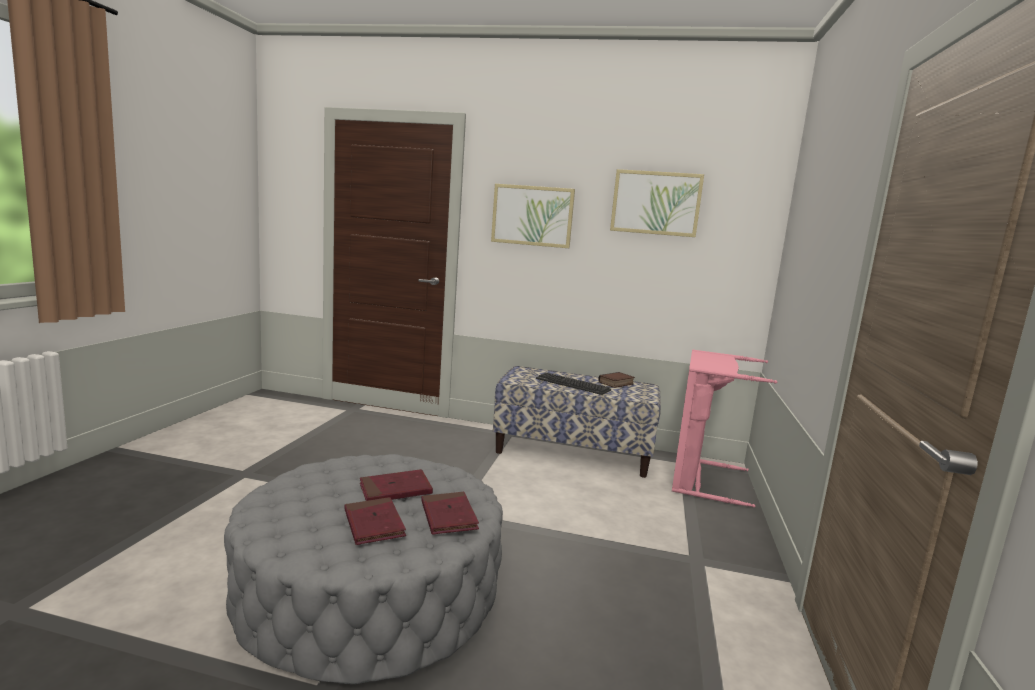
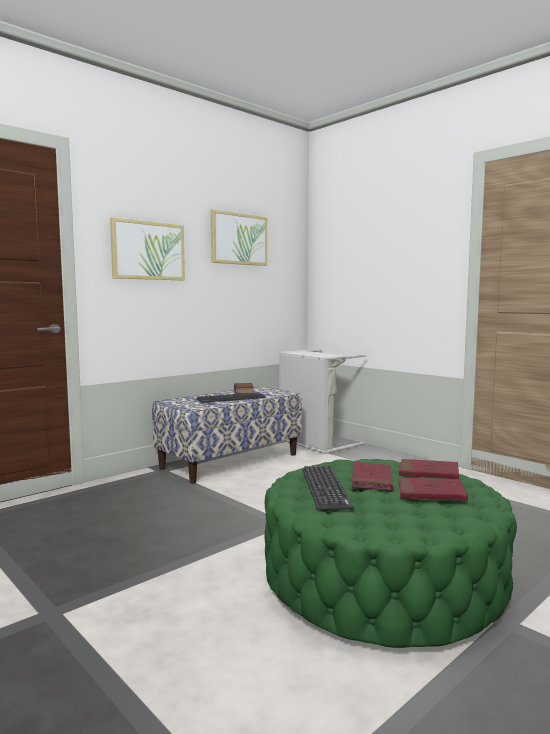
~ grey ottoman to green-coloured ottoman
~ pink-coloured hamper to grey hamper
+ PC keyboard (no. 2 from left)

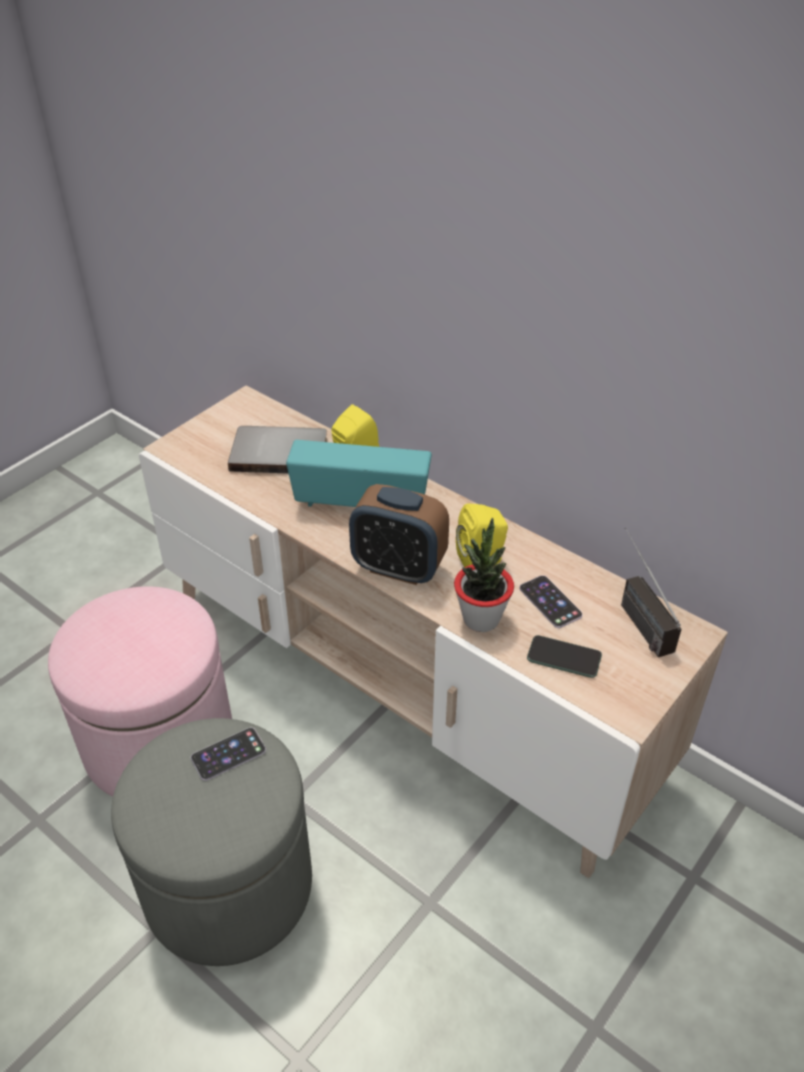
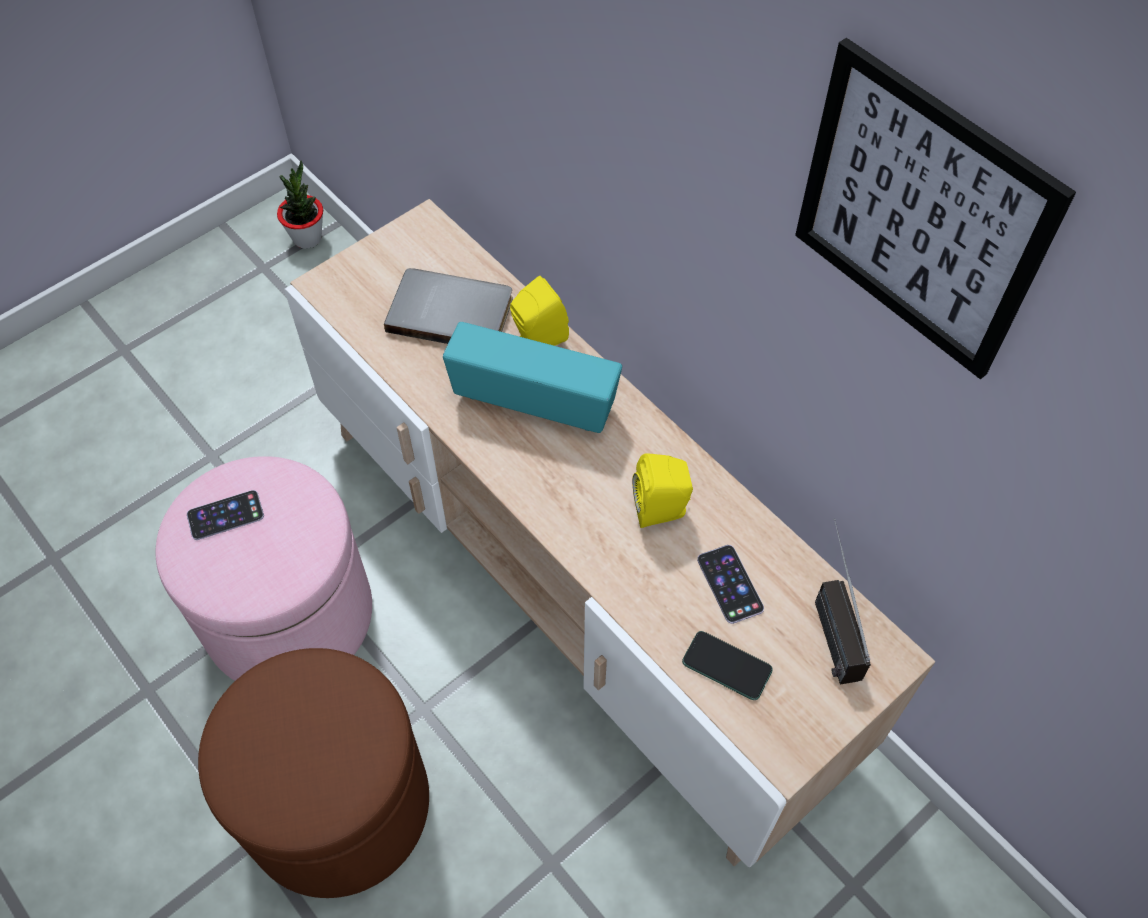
~ handset (no. 1 from left)
~ grey ottoman to brown-coloured ottoman
~ potted plant
+ wall picture
- alarm clock

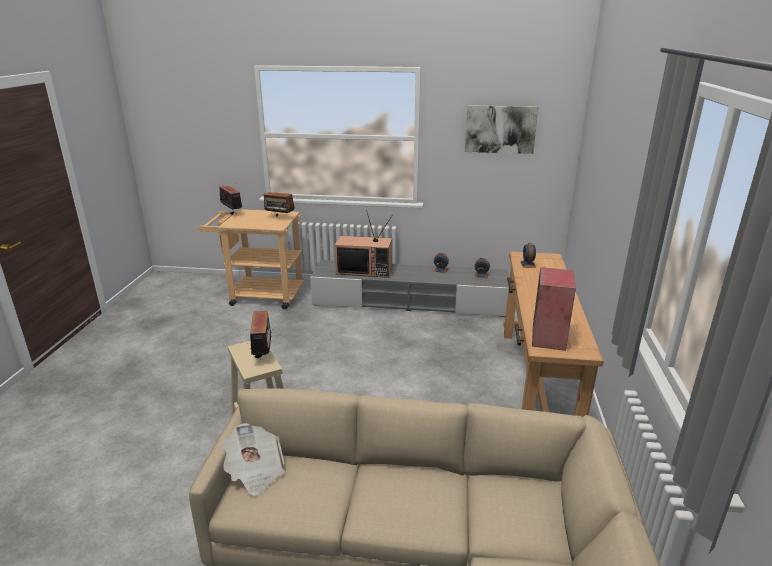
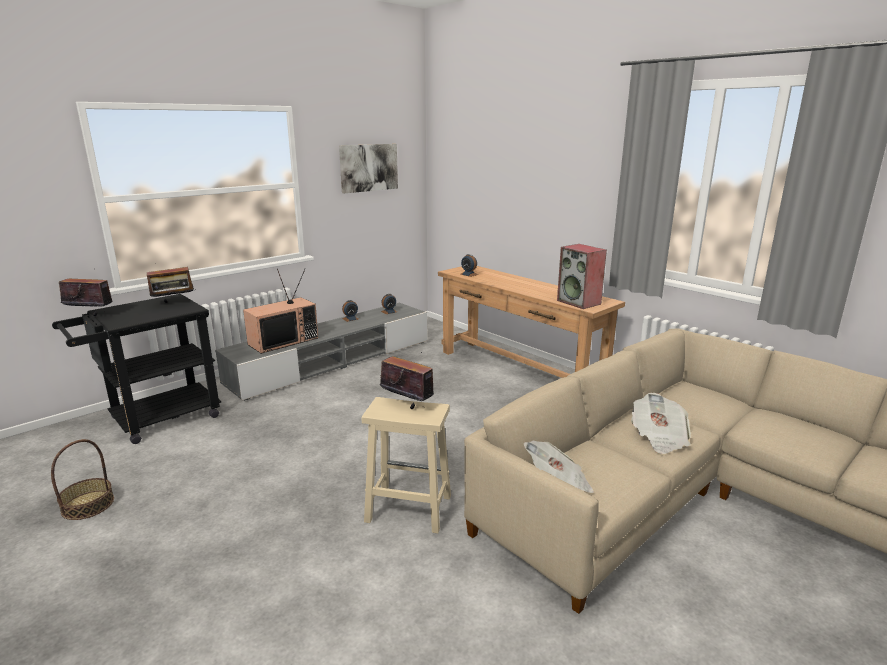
+ storage basket
~ beige-coloured cart to blackish cart
+ printed paper (no. 2 from left)

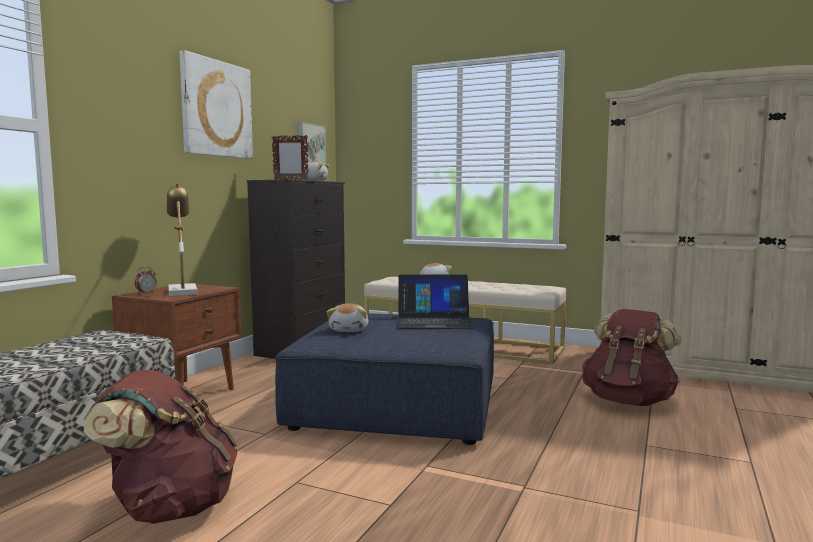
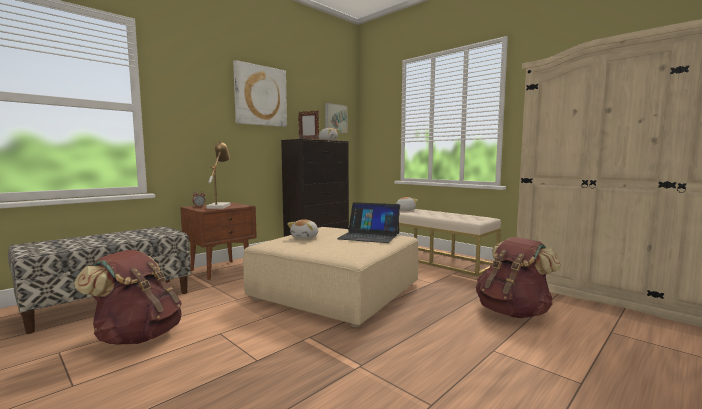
~ bluish ottoman to beige-coloured ottoman

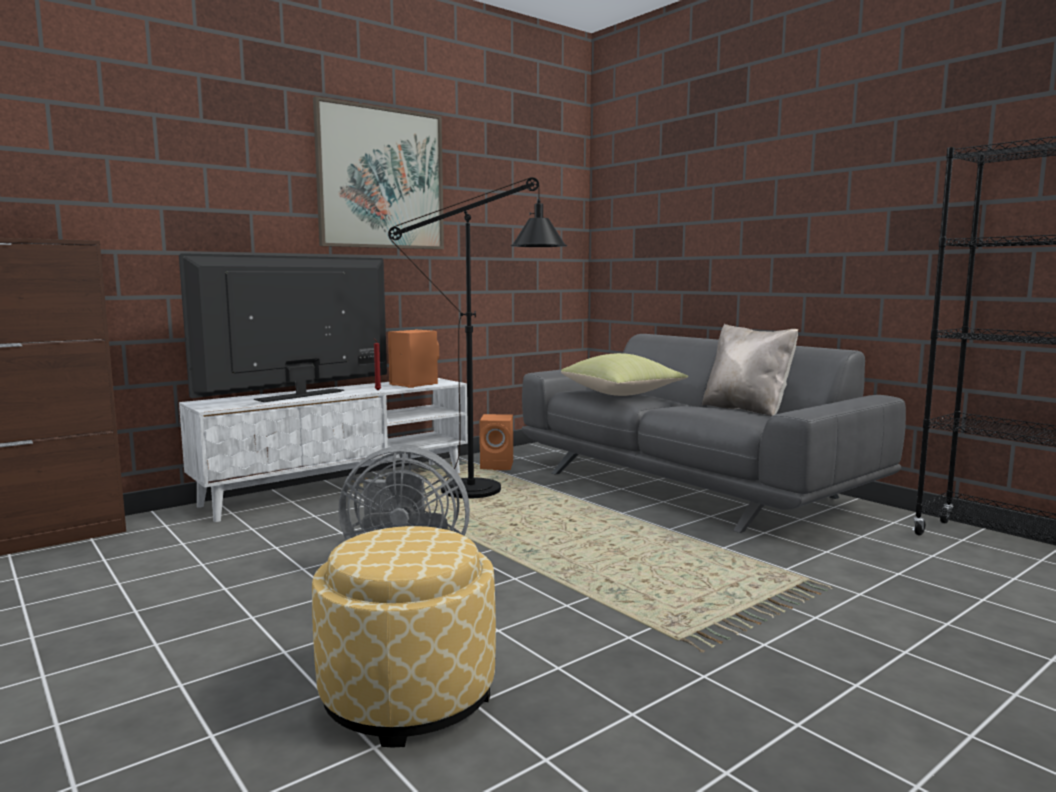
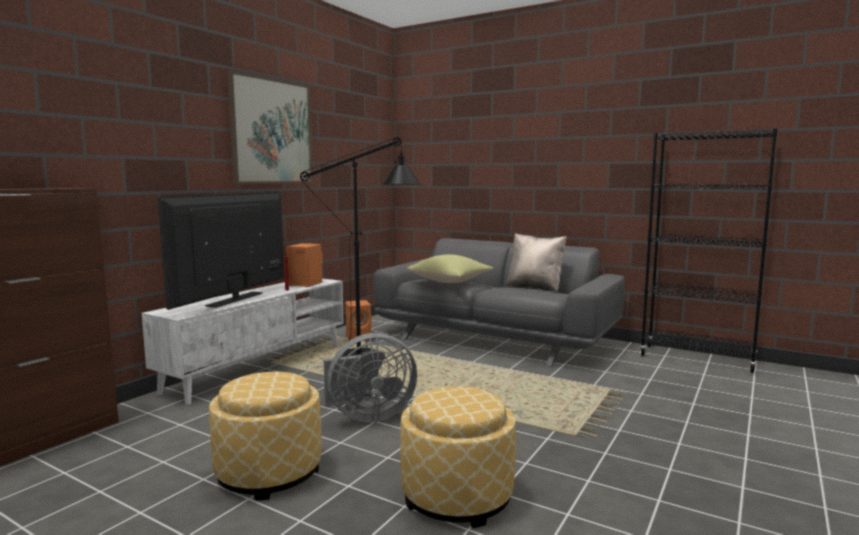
+ ottoman (no. 1 from left)

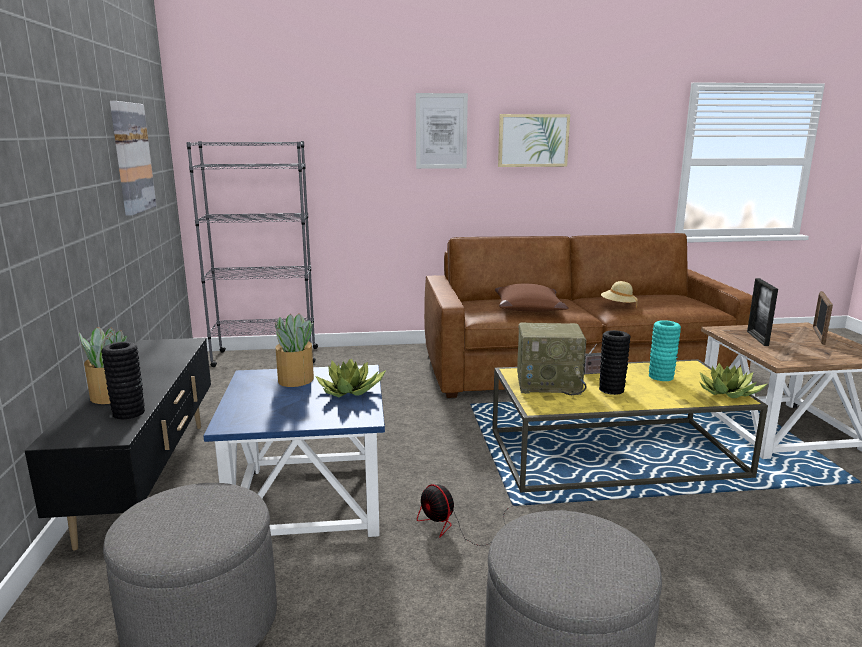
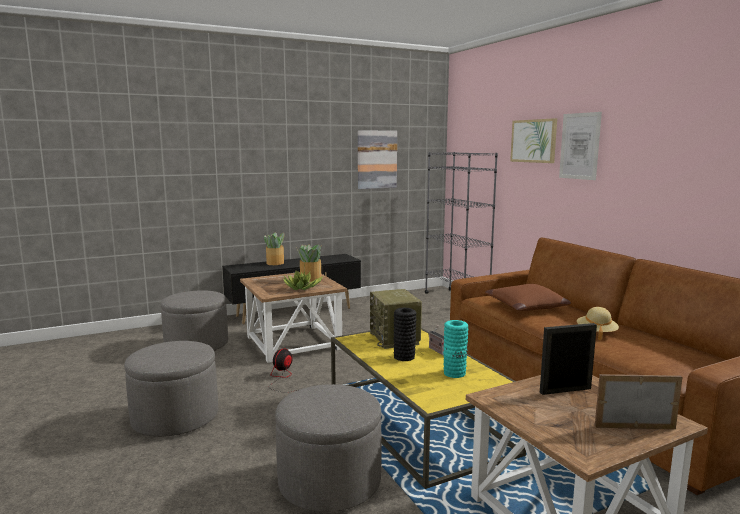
~ bluish accent table to brown-coloured accent table (no. 1 from left)
+ grey ottoman (no. 3 from left)
~ wall picture (no. 3 from left in the first image) to wall picture (no. 2 from left)
- blackish vase (no. 1 from left)
- potted plant (no. 4 from left)

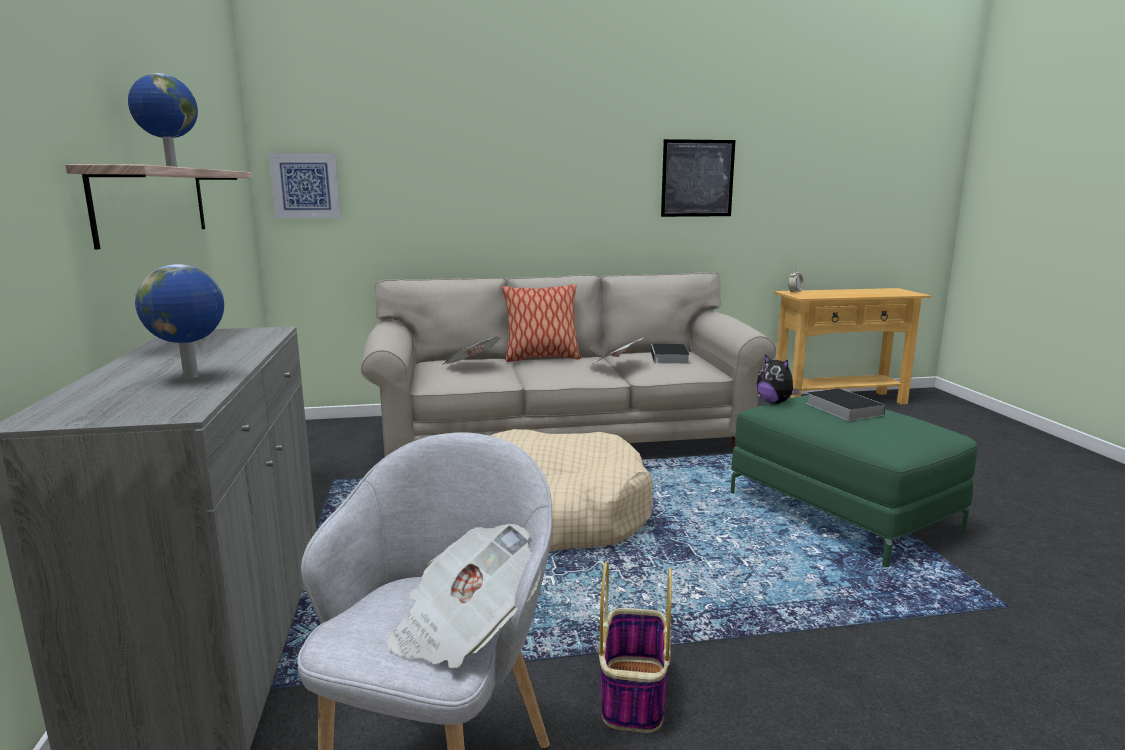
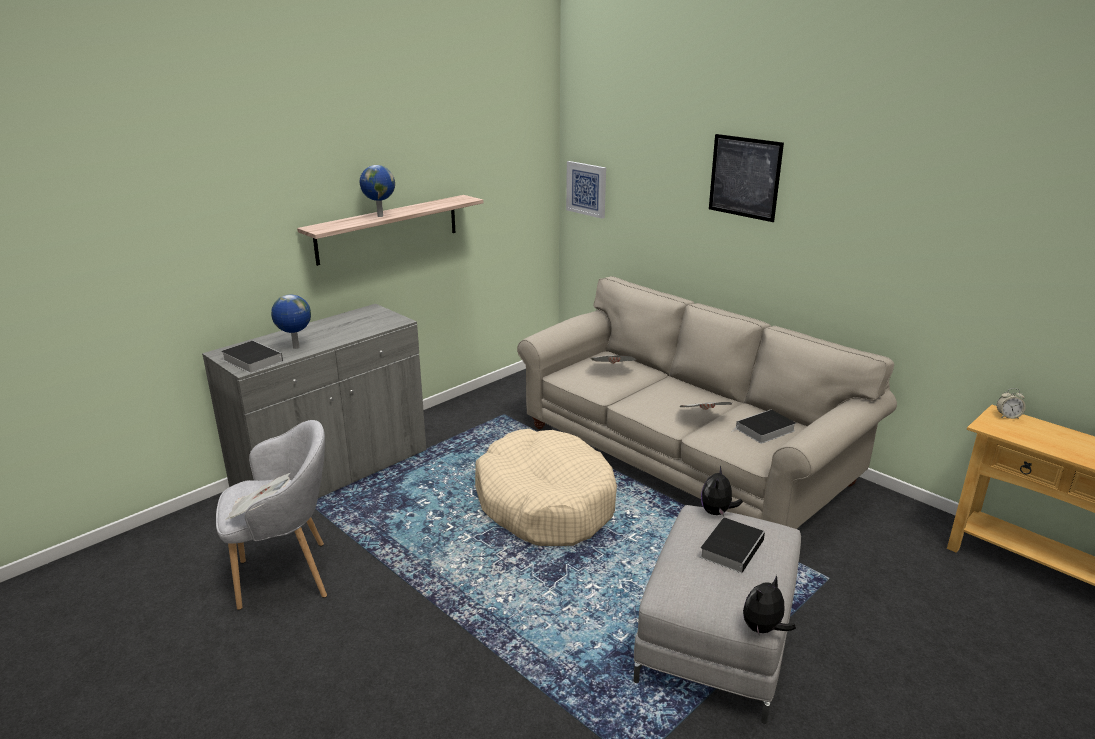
+ bound book (no. 1 from left)
~ green-coloured ottoman to grey ottoman
~ wall picture (no. 2 from left)
+ soft toy (no. 2 from left)
- cushion
- storage basket

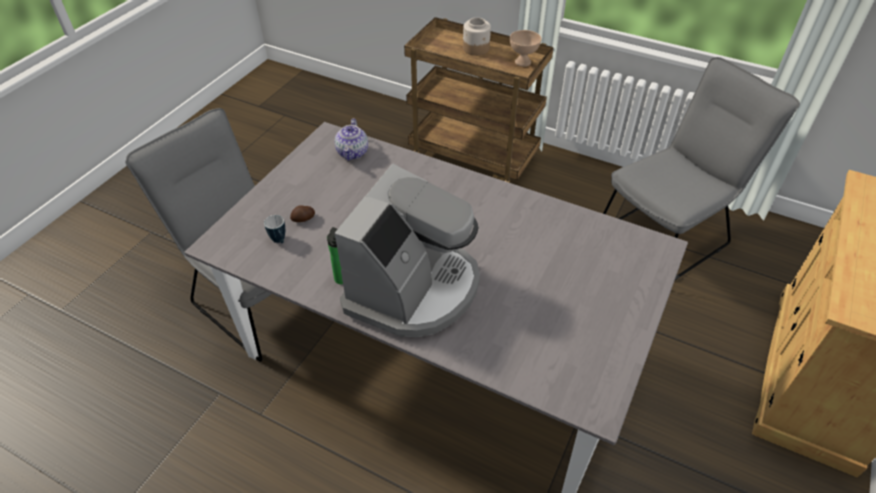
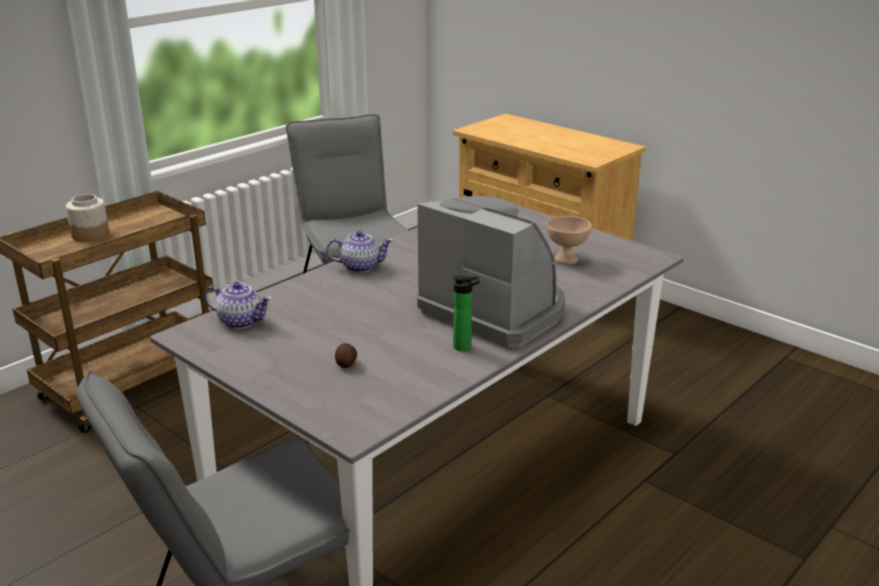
+ tea pot (no. 2 from left)
~ beige-coloured bowl
- mug

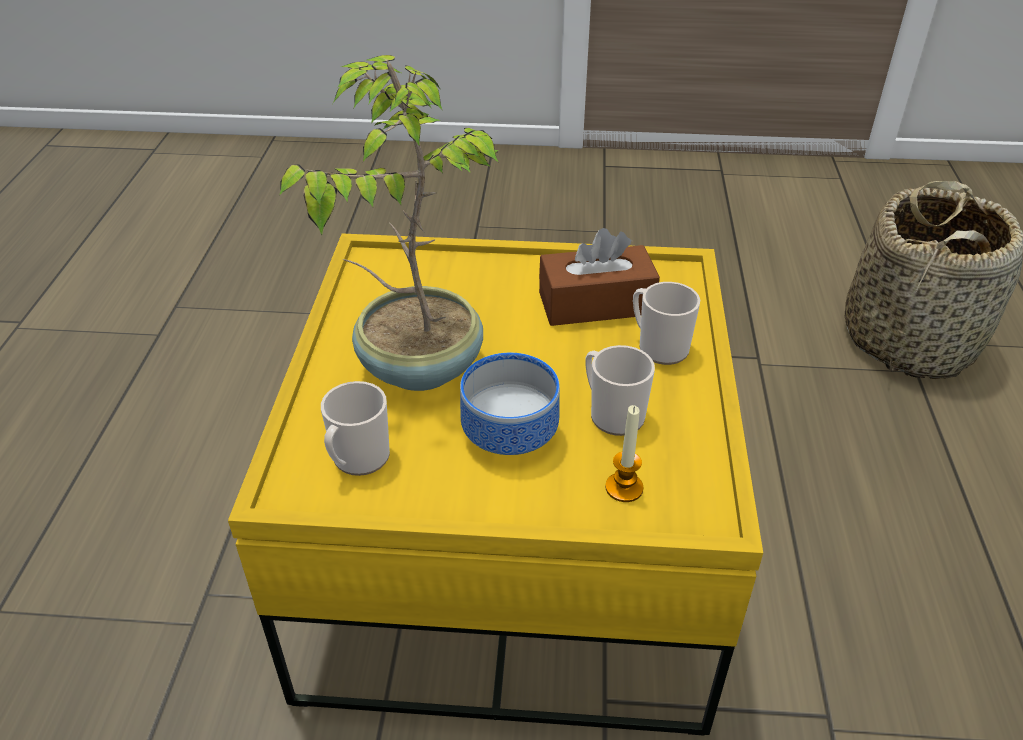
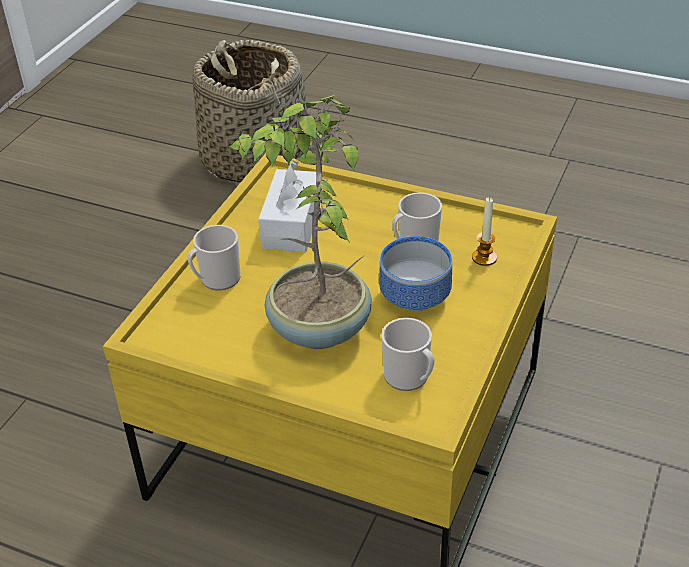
~ mug (no. 3 from left in the first image) to mug (no. 1 from left)
~ brown-coloured tissue box to white tissue box

